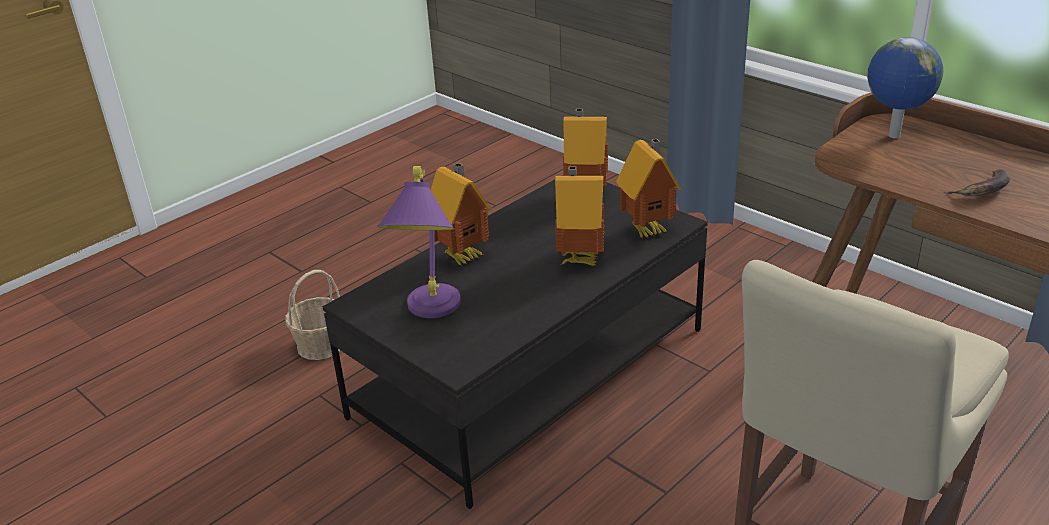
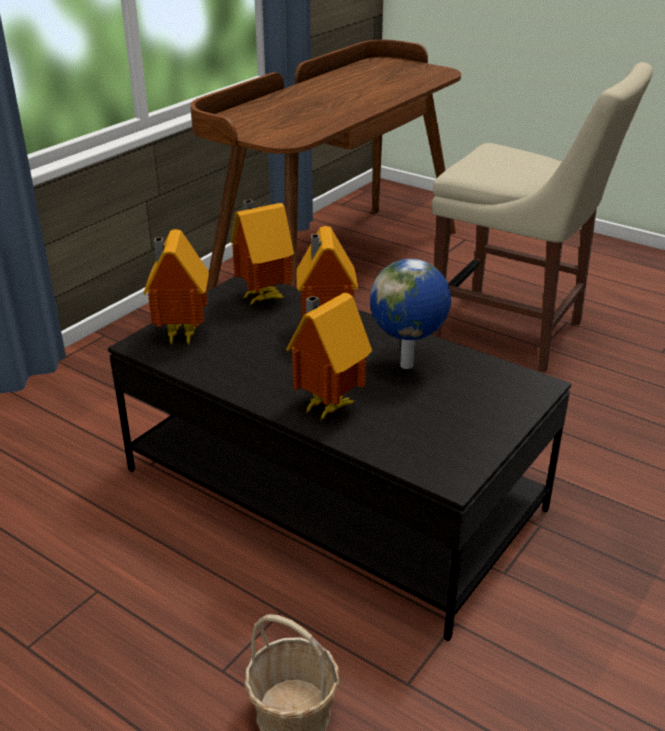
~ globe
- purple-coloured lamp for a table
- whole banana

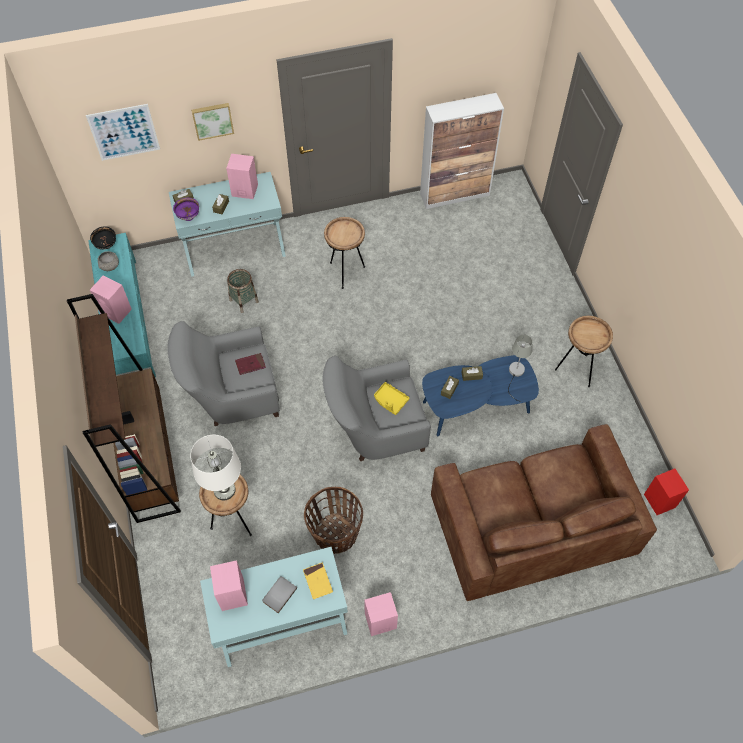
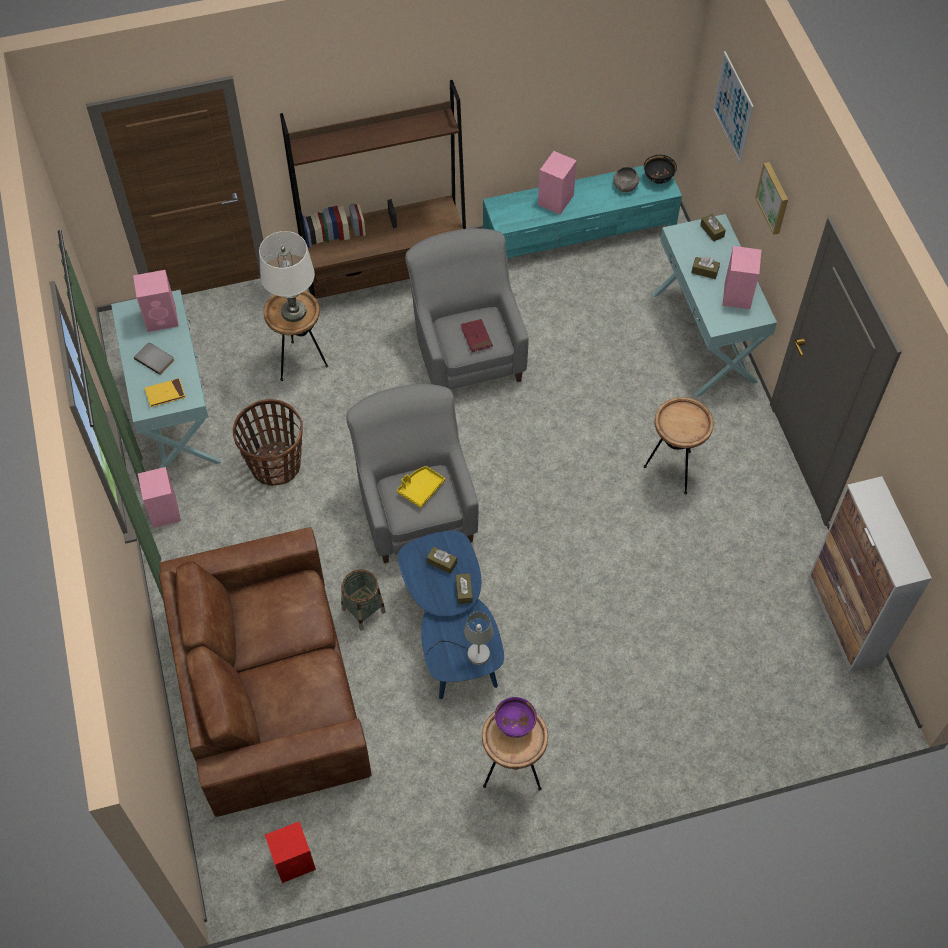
~ storage basket (no. 1 from left in the first image) to storage basket (no. 2 from left)
~ purple-coloured bowl

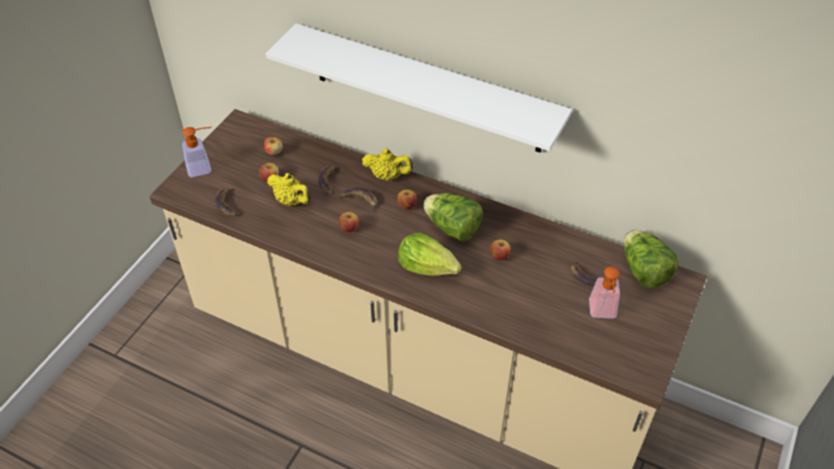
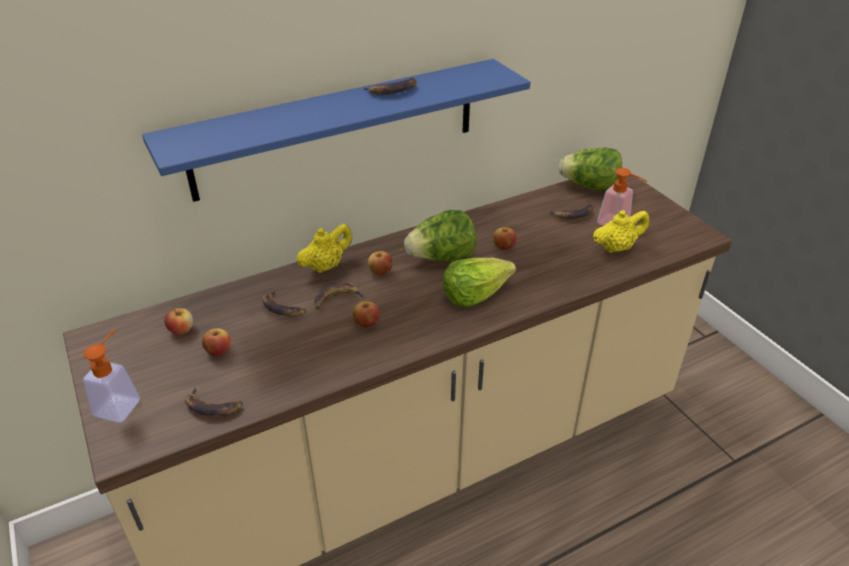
~ white wall shelf to bluish wall shelf
+ whole banana (no. 4 from left)
~ yellowish tea pot (no. 1 from left in the first image) to yellowish tea pot (no. 2 from left)

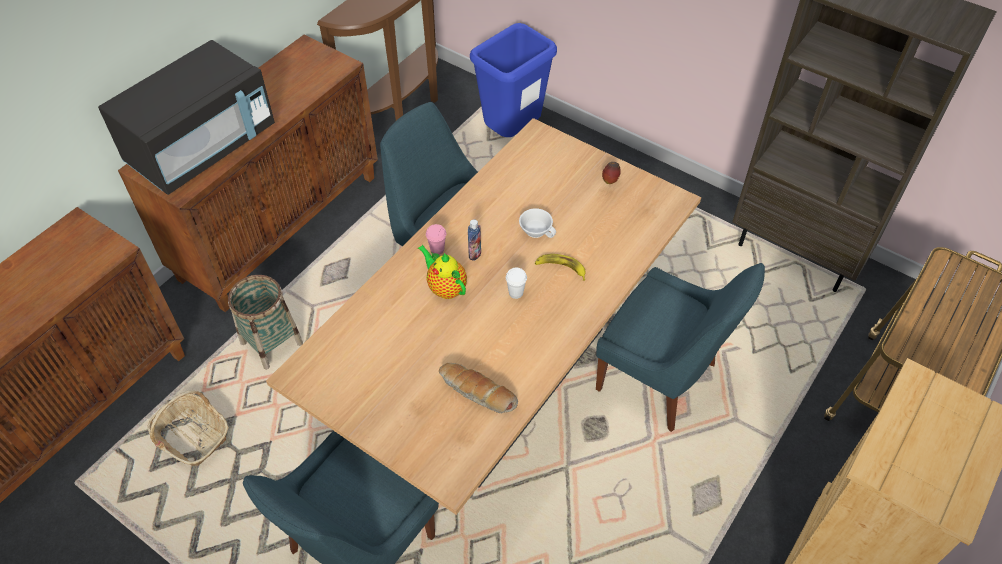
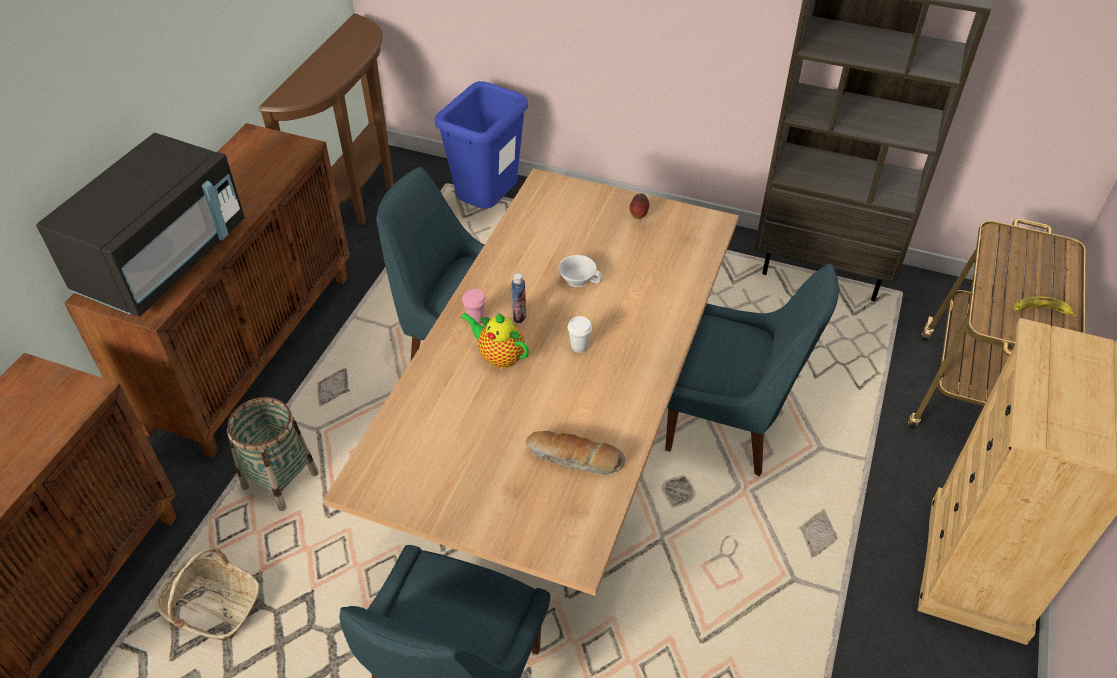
~ whole banana

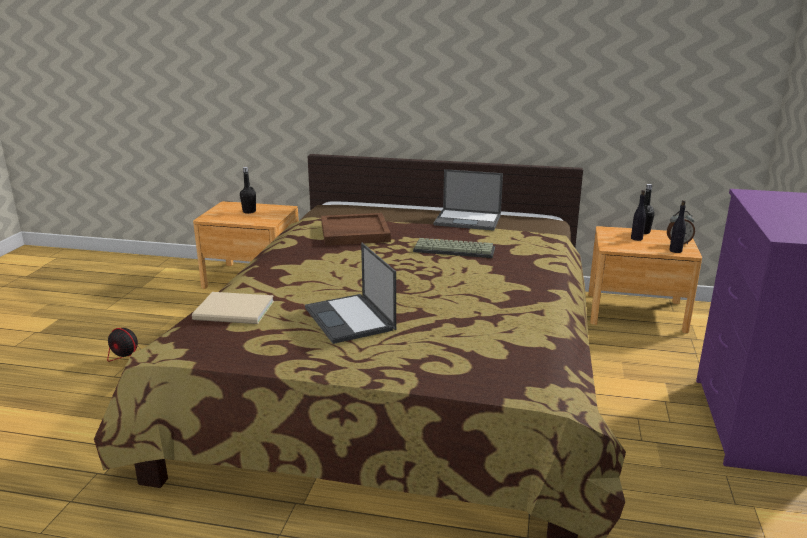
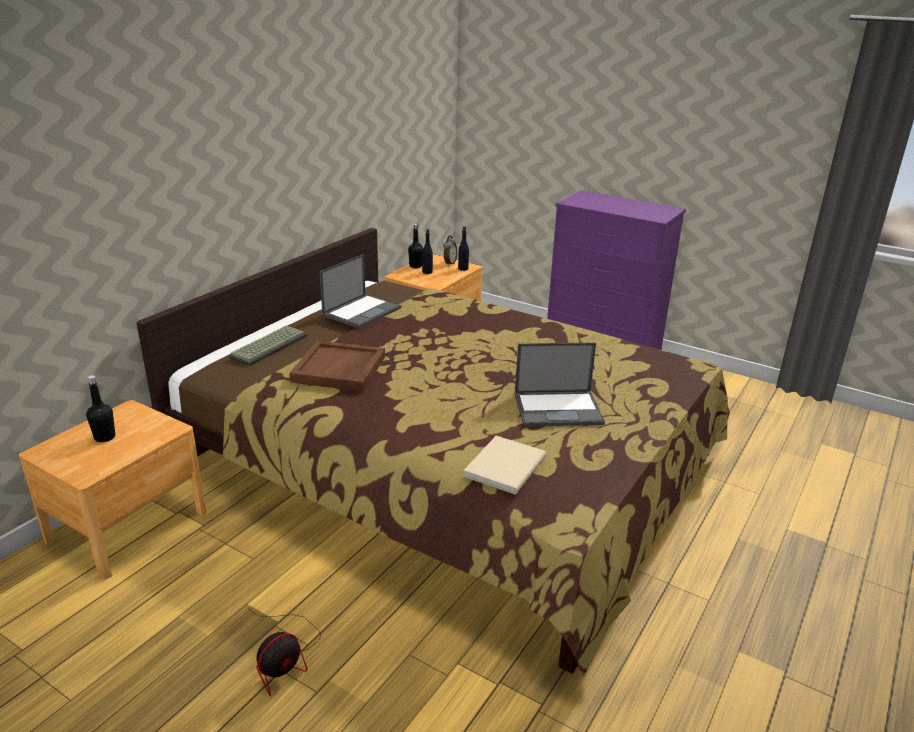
~ PC keyboard

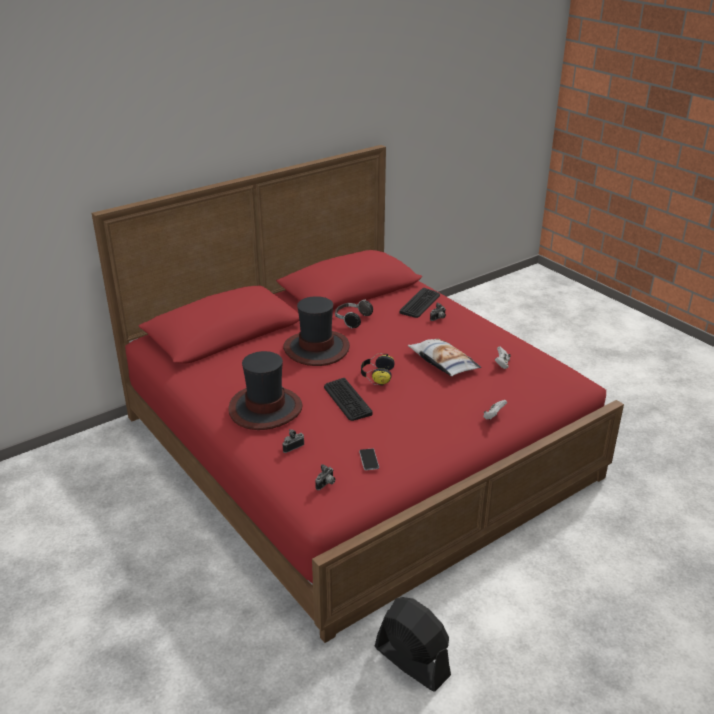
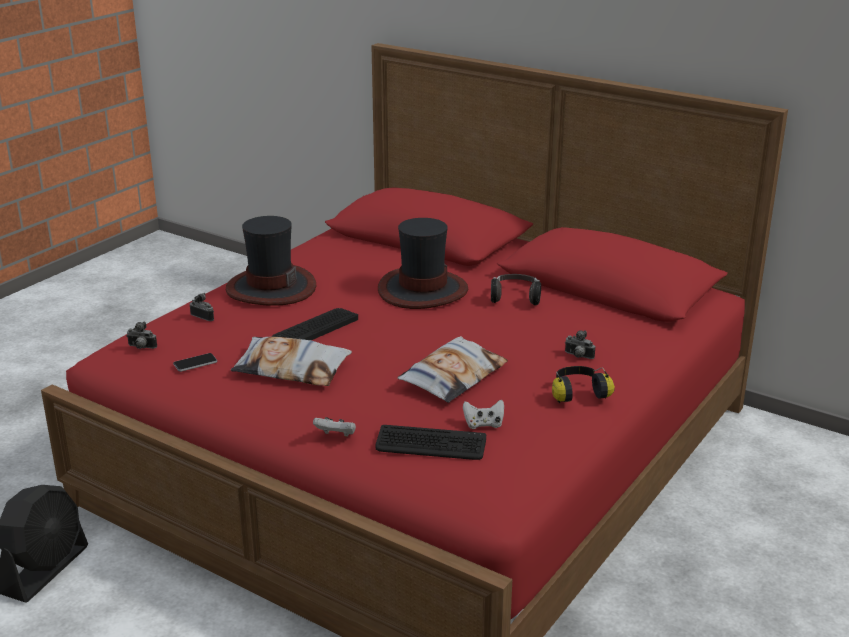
+ cushion (no. 1 from left)
~ PC keyboard (no. 2 from left)
~ headset (no. 2 from left)

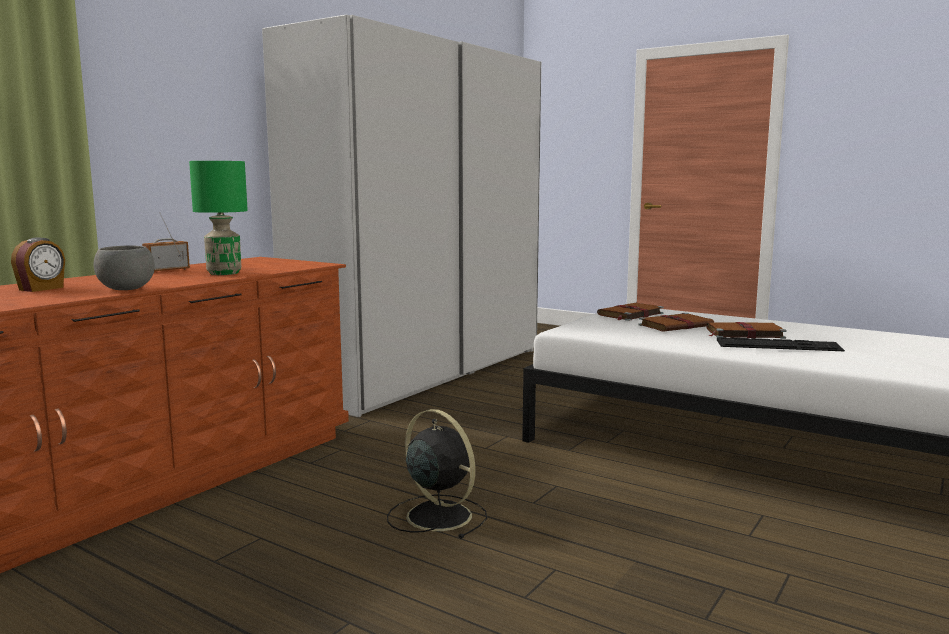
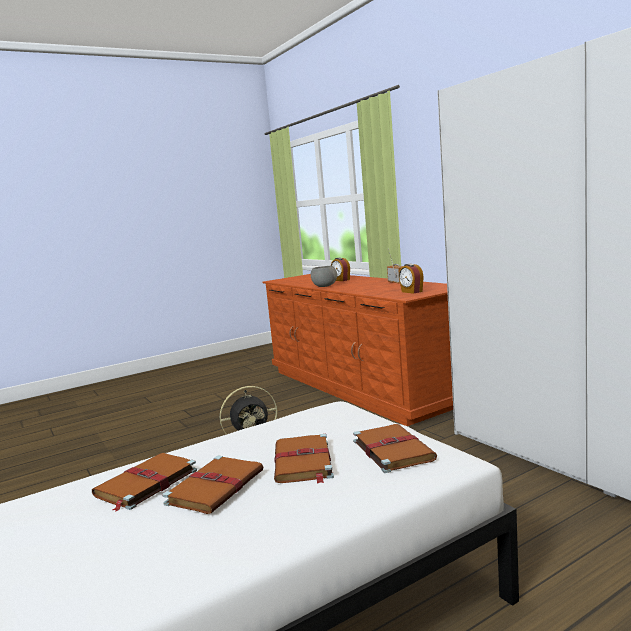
~ PC keyboard to brown-coloured bound book (no. 1 from left)
+ alarm clock (no. 2 from left)
- green-coloured lamp for a table

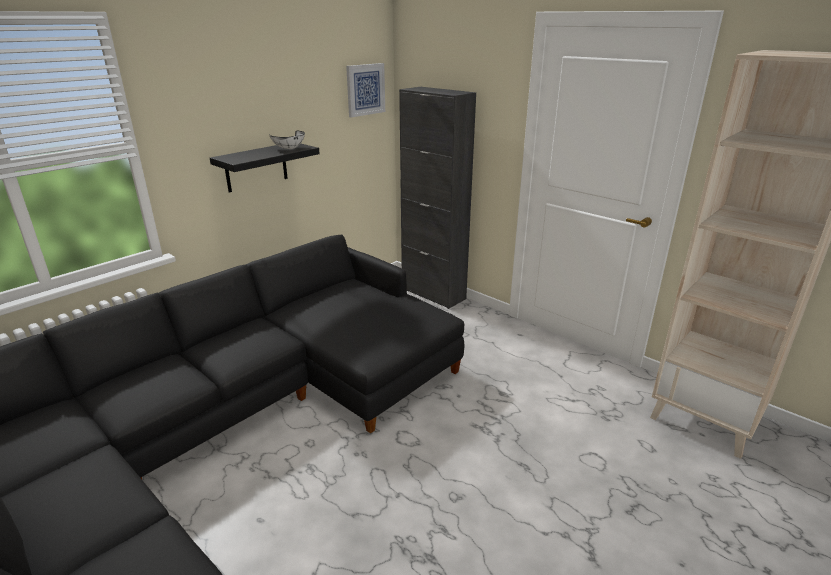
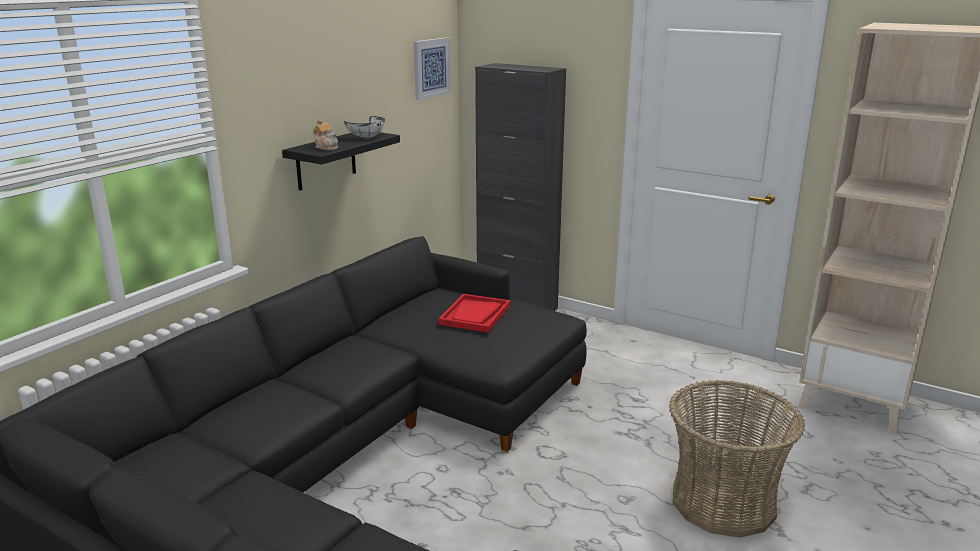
+ tea pot
+ red carrying tray
+ storage basket

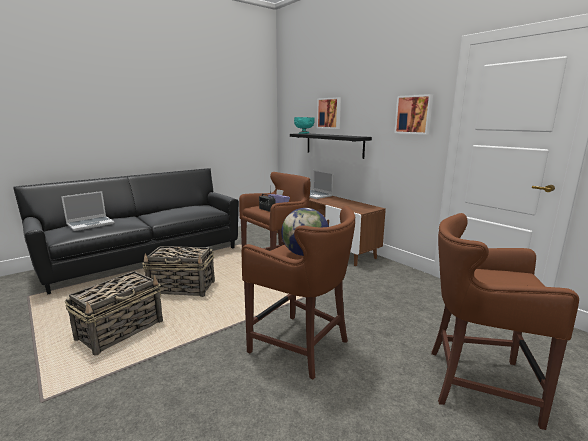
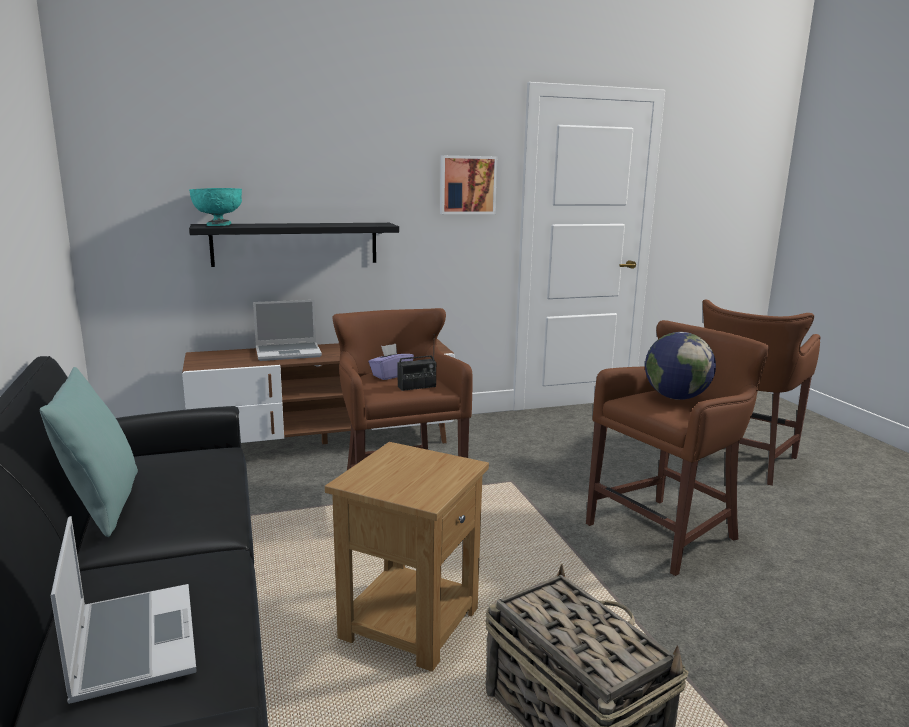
+ blue-green cushion
~ storage basket (no. 2 from left) to brown-coloured accent table
- wall picture (no. 1 from left)

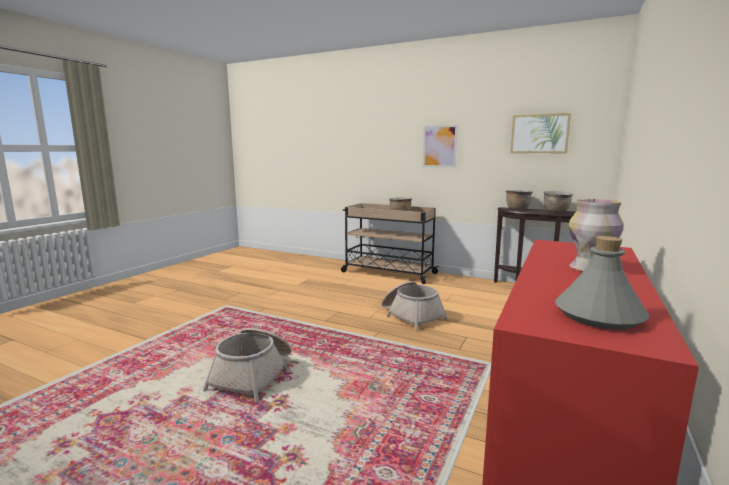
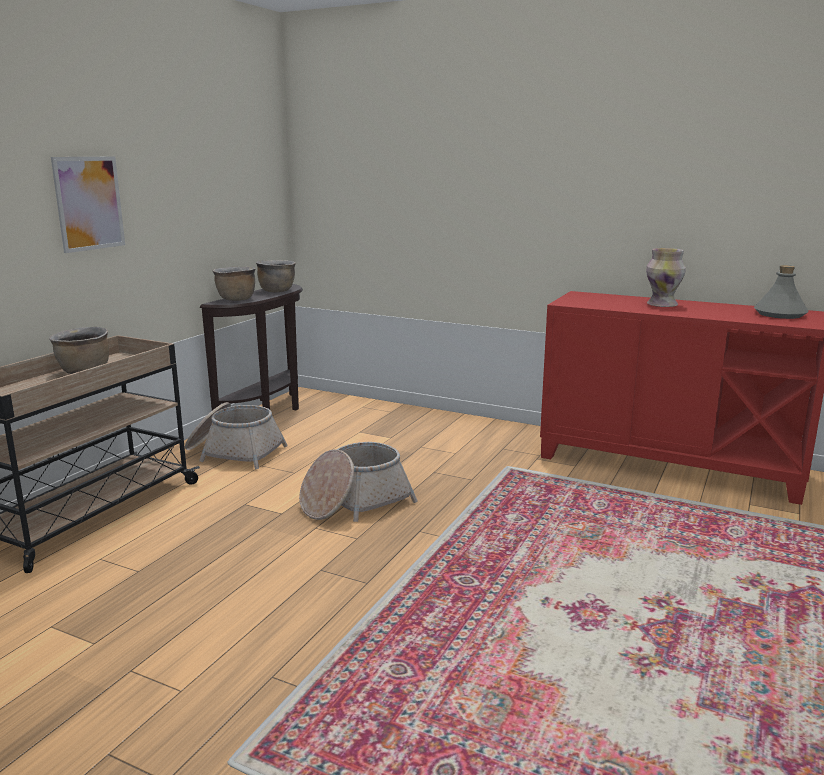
~ storage basket (no. 1 from left)
- wall picture (no. 2 from left)

